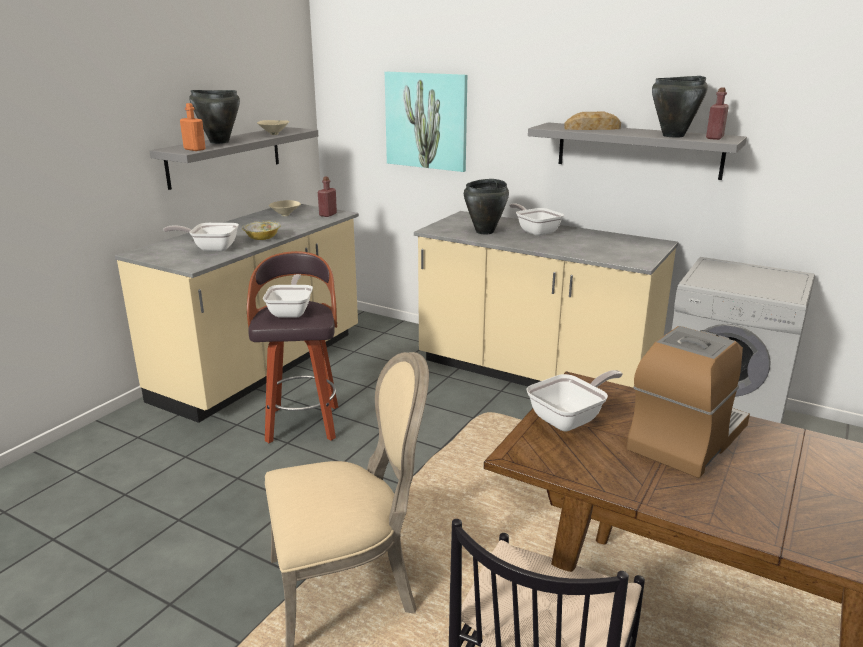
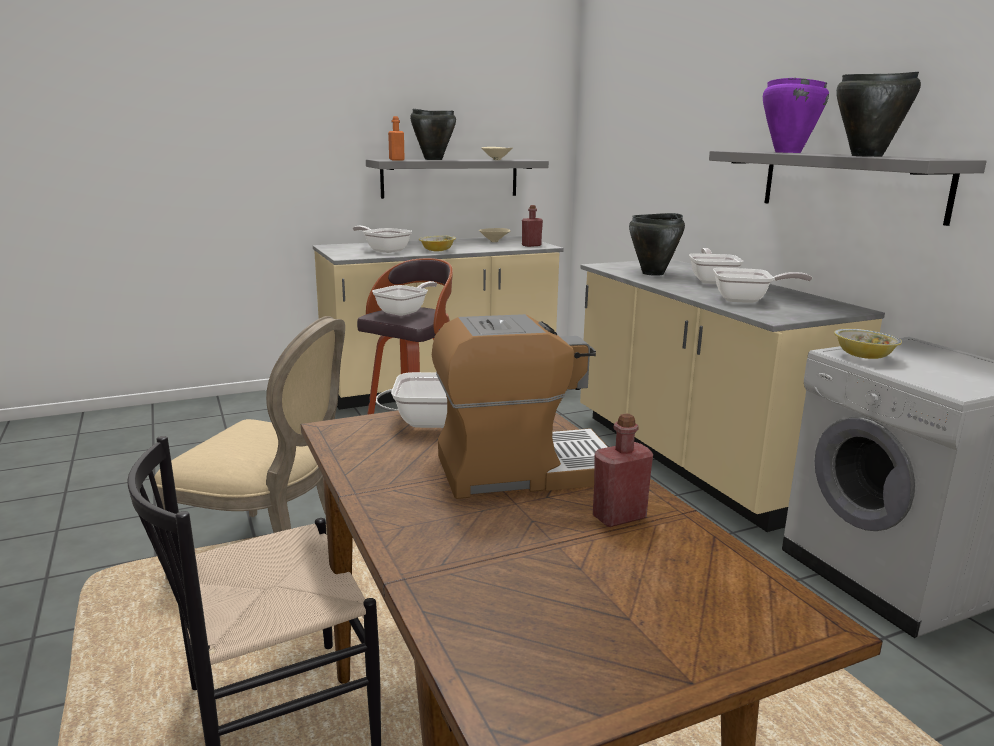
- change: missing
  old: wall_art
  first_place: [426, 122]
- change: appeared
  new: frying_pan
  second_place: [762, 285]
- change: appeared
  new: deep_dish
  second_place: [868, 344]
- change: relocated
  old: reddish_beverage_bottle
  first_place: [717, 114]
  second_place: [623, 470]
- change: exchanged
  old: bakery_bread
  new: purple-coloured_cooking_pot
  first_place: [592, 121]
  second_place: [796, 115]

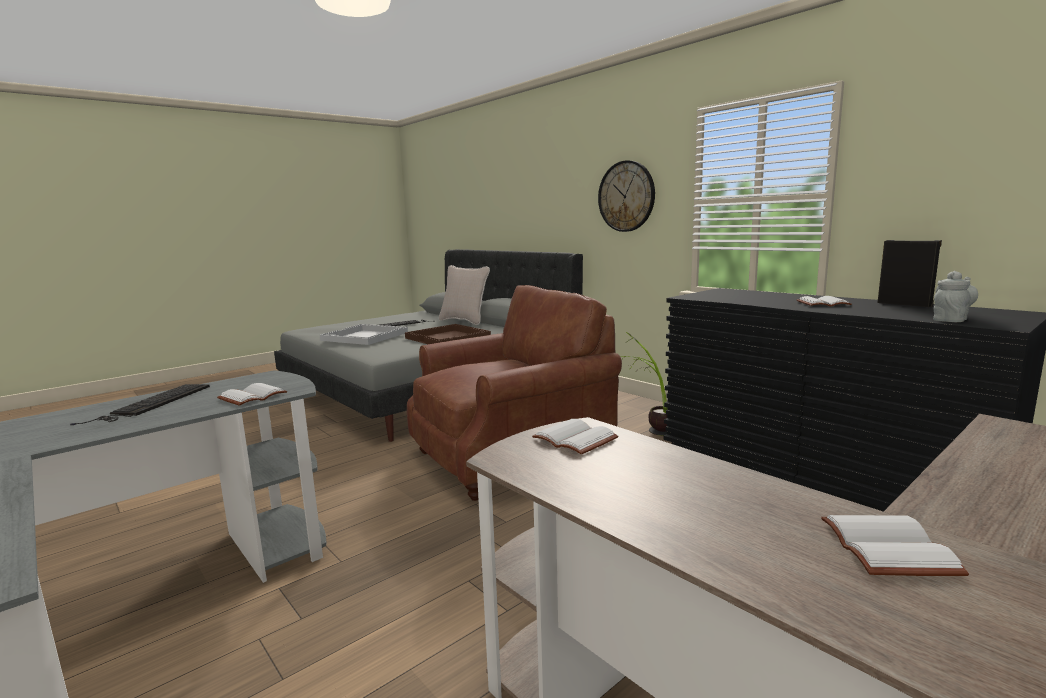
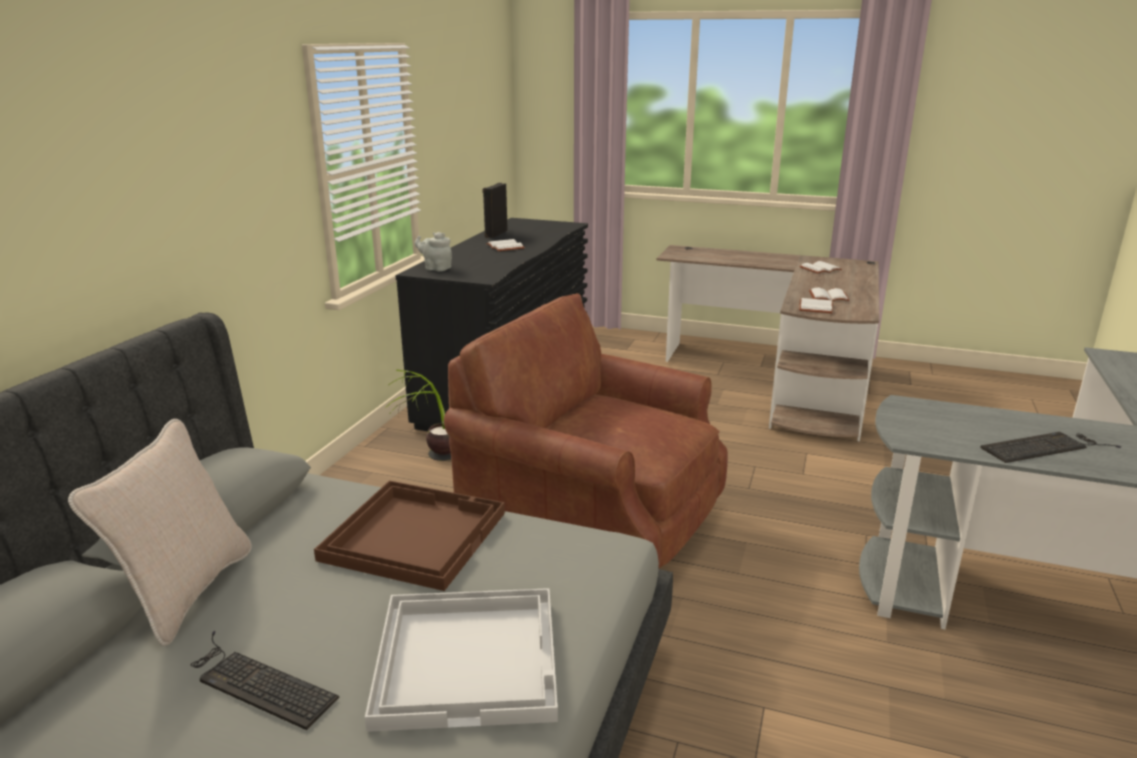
- change: missing
  old: wall_clock
  first_place: [626, 196]
- change: relocated
  old: white_book
  first_place: [252, 394]
  second_place: [829, 294]
- change: relocated
  old: greyish_tea_pot
  first_place: [955, 296]
  second_place: [433, 251]

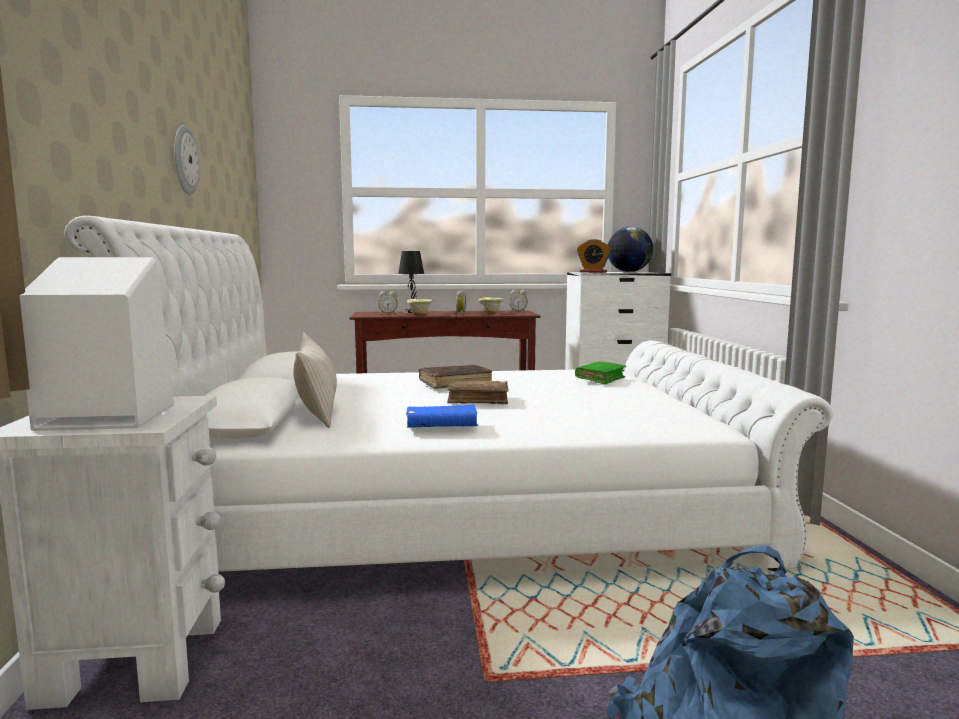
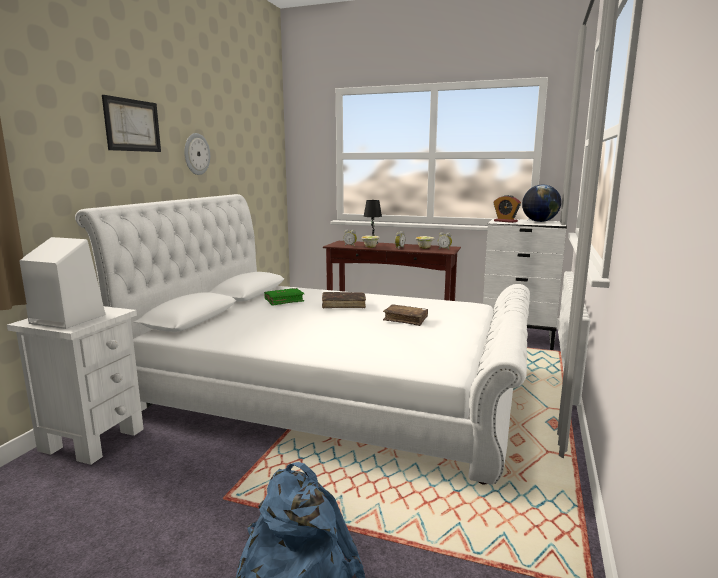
- change: missing
  old: beige-coloured_cushion
  first_place: [315, 380]
- change: missing
  old: bluish_book
  first_place: [442, 416]
- change: appeared
  new: wall_art
  second_place: [131, 123]
- change: relocated
  old: brownish_book
  first_place: [478, 392]
  second_place: [405, 315]
- change: relocated
  old: greenish_book
  first_place: [600, 373]
  second_place: [284, 297]

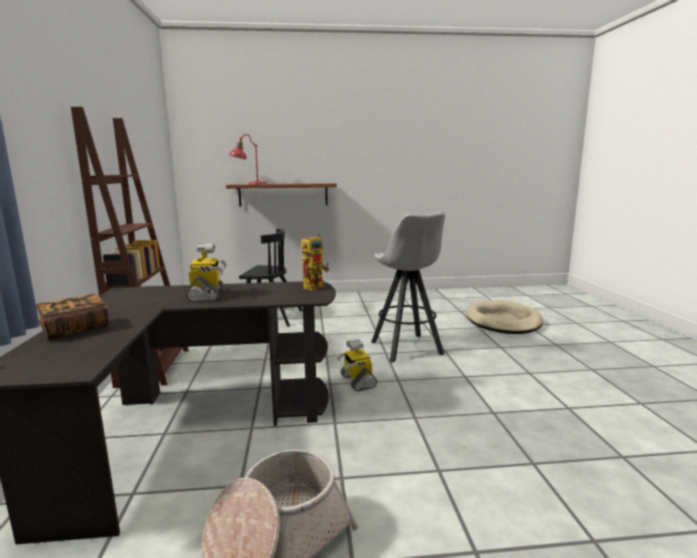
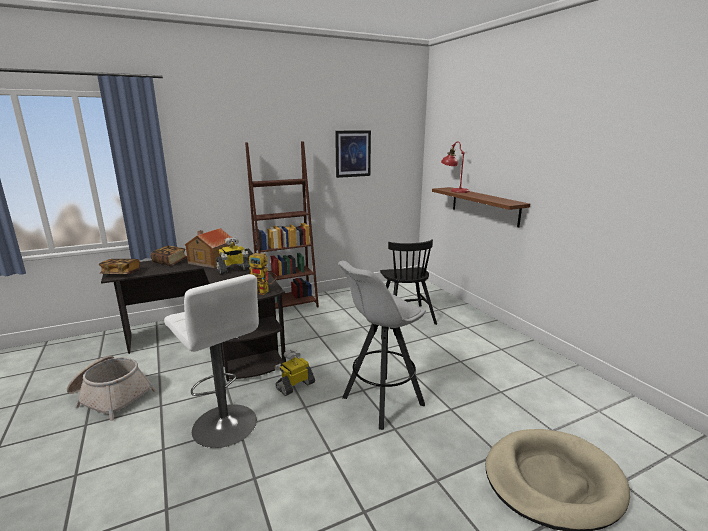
- change: appeared
  new: book
  second_place: [119, 266]
- change: appeared
  new: white_sitting_stool
  second_place: [211, 361]
- change: appeared
  new: toy_house
  second_place: [210, 248]
- change: appeared
  new: wall_art
  second_place: [353, 154]

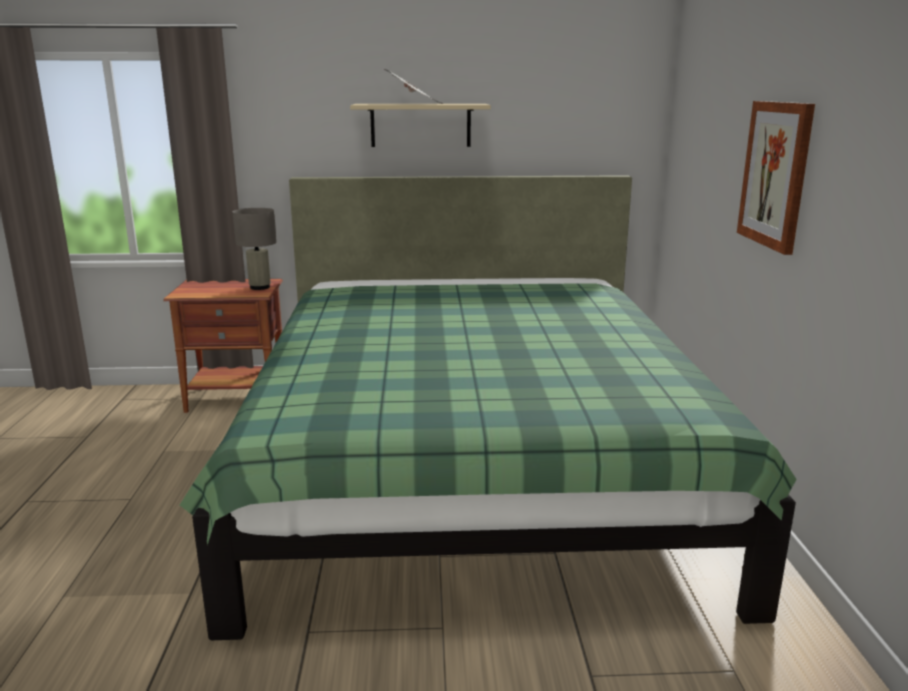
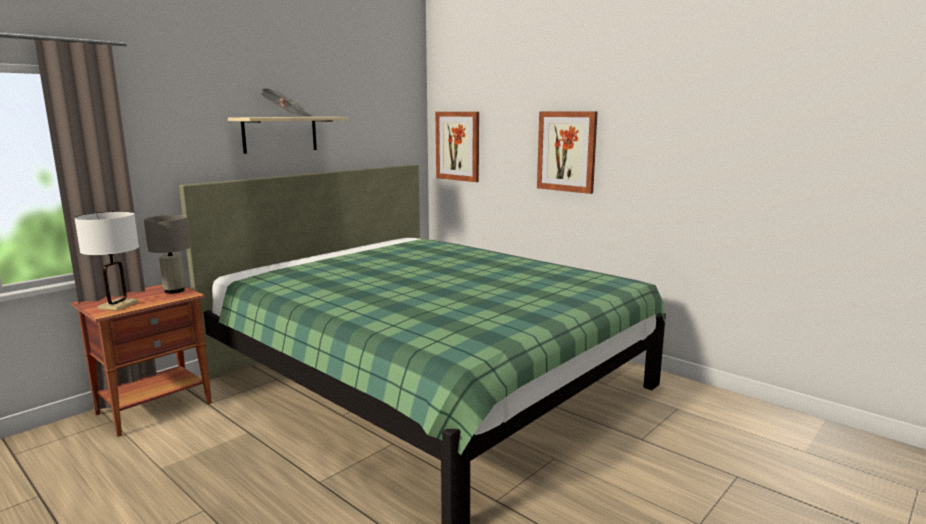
- change: appeared
  new: white_table_lamp
  second_place: [106, 261]
- change: appeared
  new: wall_art
  second_place: [457, 147]

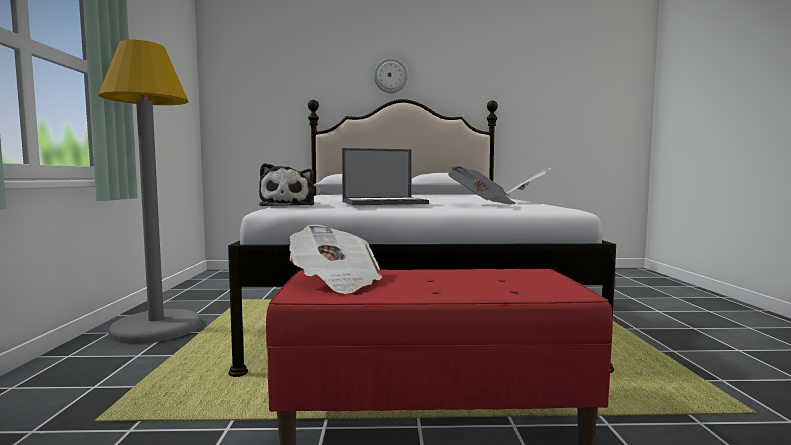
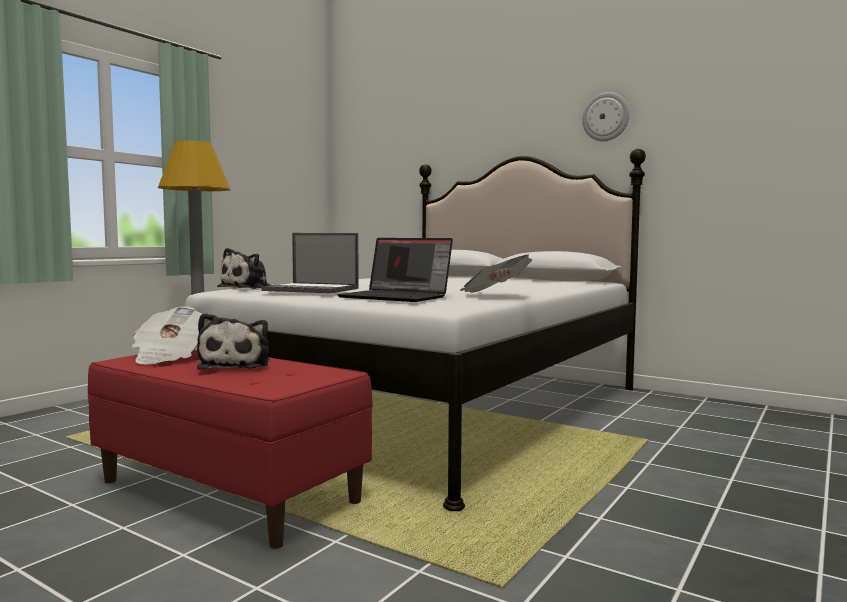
- change: appeared
  new: cuddly_toy
  second_place: [233, 341]
- change: relocated
  old: wall_clock
  first_place: [391, 75]
  second_place: [606, 116]
- change: exchanged
  old: printed_paper
  new: notebook_computer
  first_place: [482, 185]
  second_place: [395, 270]

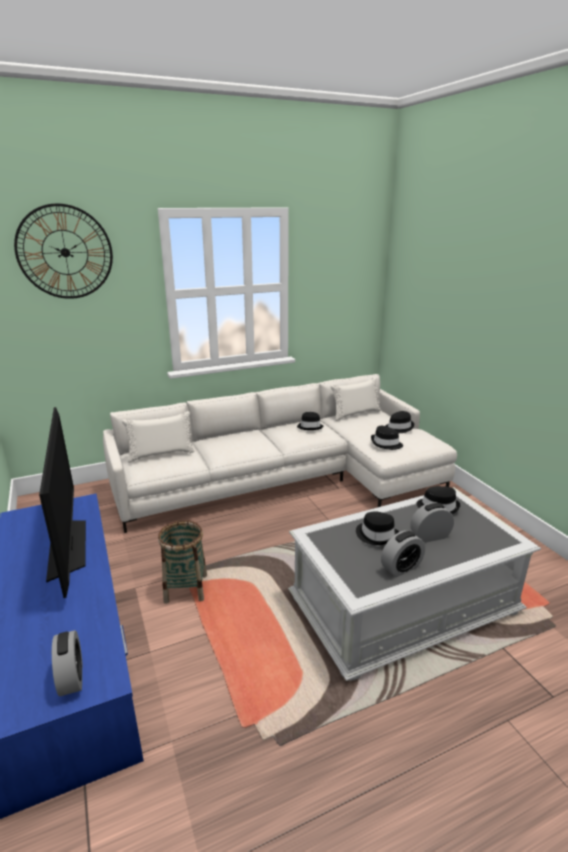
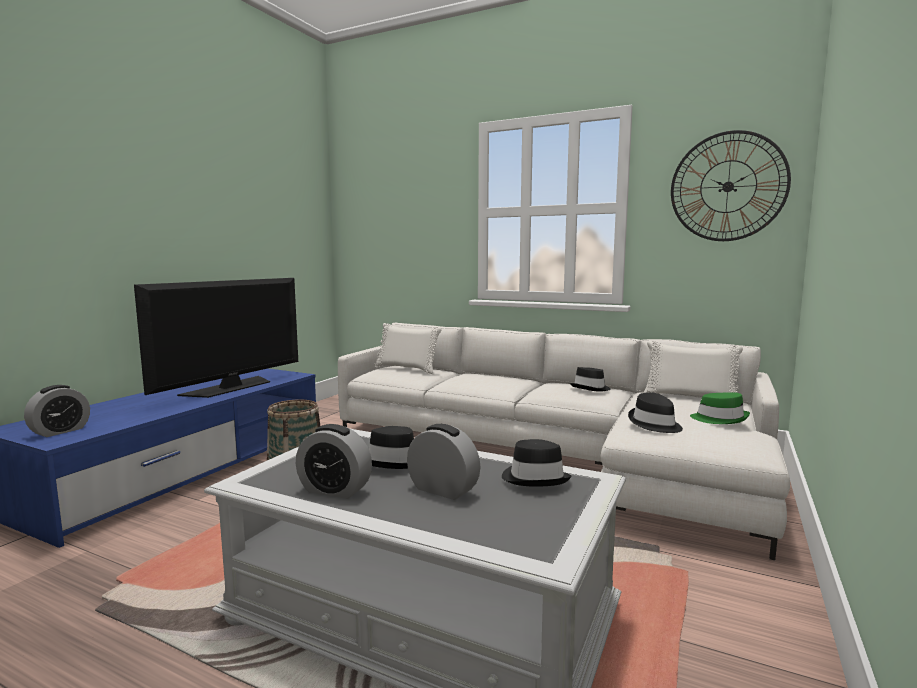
- change: relocated
  old: wall_clock
  first_place: [63, 251]
  second_place: [731, 185]
- change: colour
  old: black-coloured_hat
  new: greenish_hat
  first_place: [400, 422]
  second_place: [720, 408]

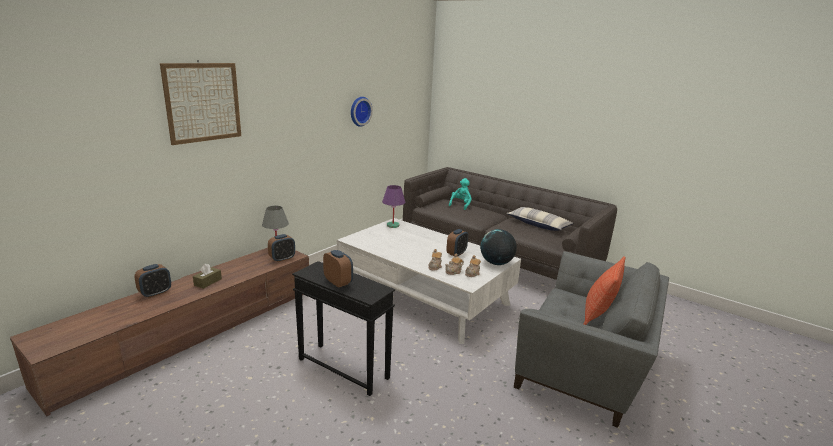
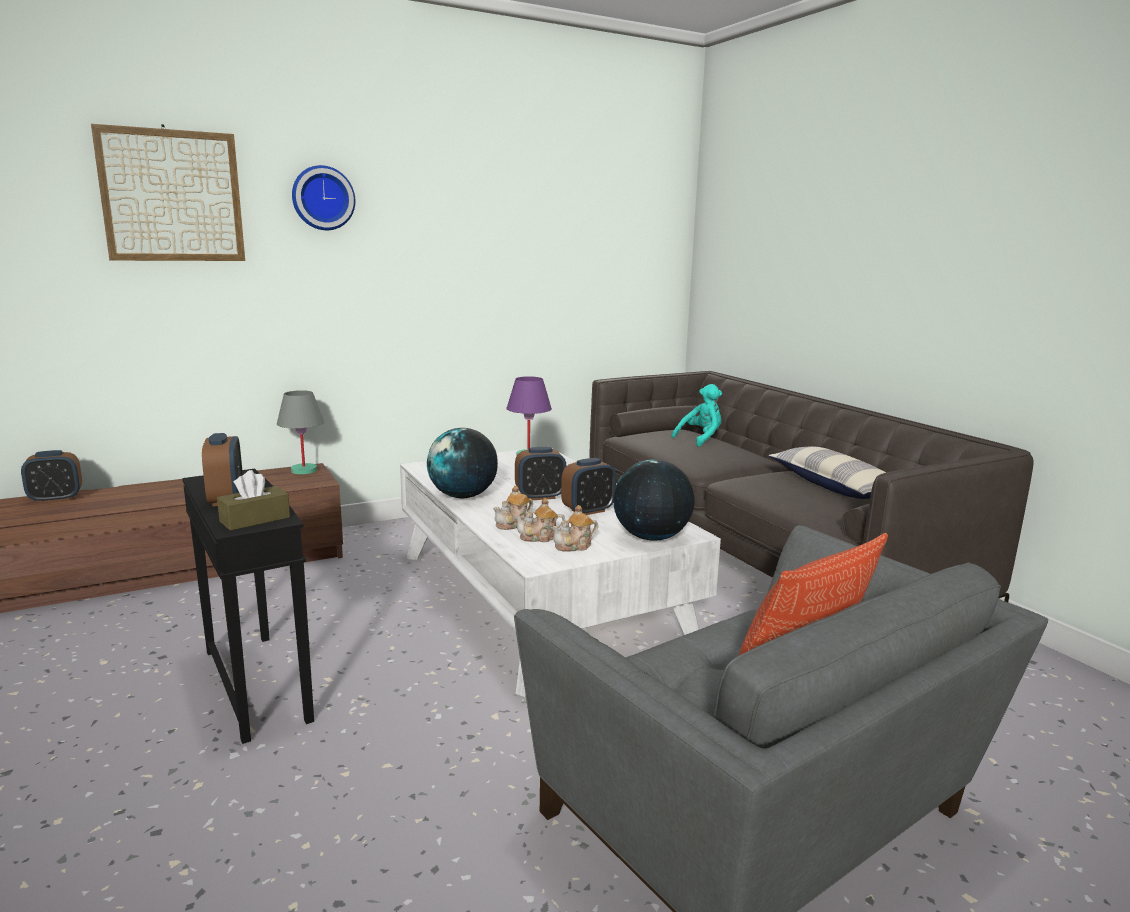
- change: appeared
  new: desk_globe
  second_place: [462, 463]
- change: relocated
  old: brownish_tissue_holder
  first_place: [207, 276]
  second_place: [253, 500]
- change: relocated
  old: bedside_clock
  first_place: [281, 248]
  second_place: [540, 473]
- change: relocated
  old: wall_clock
  first_place: [362, 112]
  second_place: [323, 197]

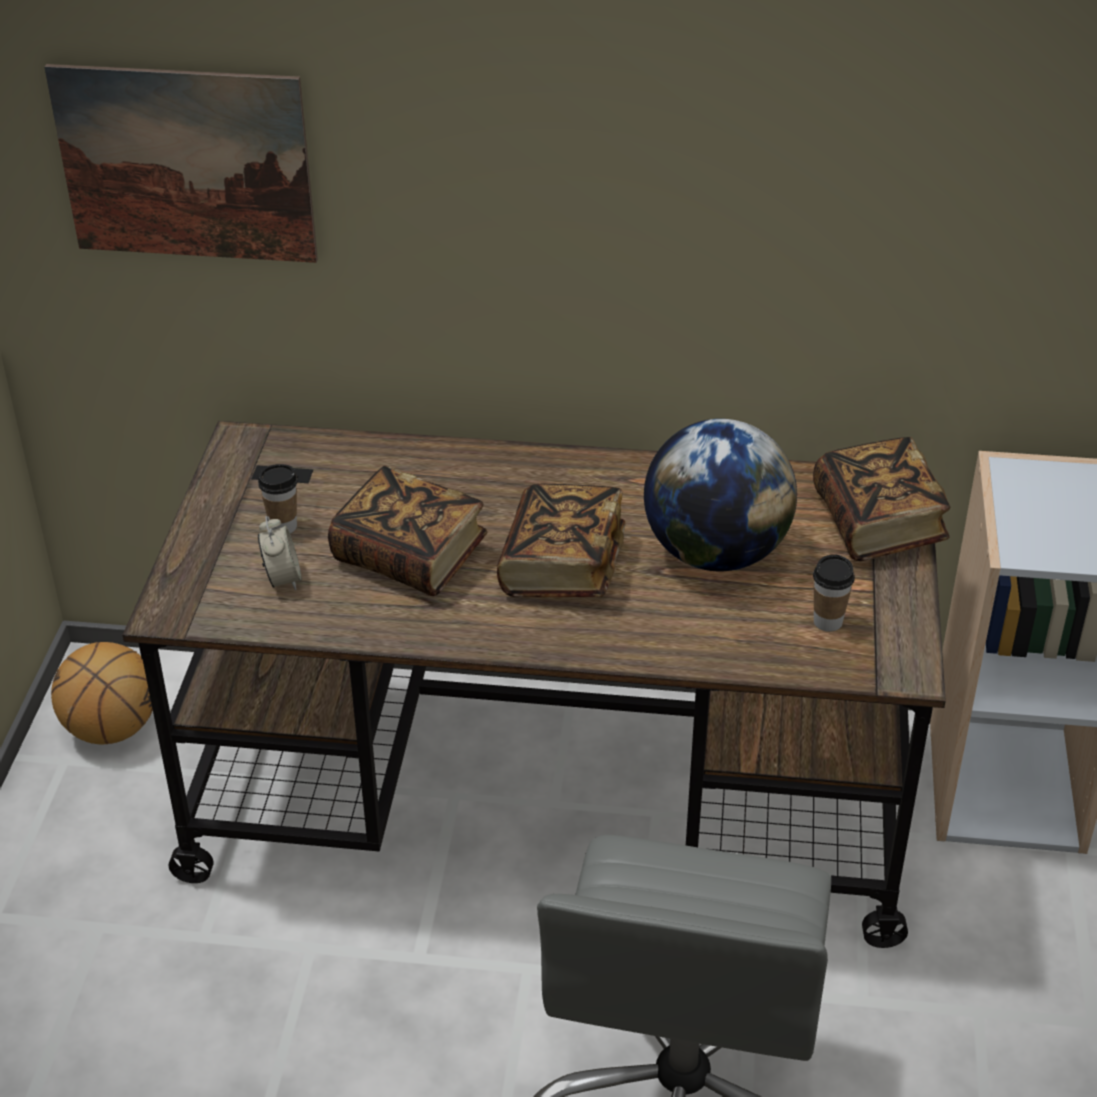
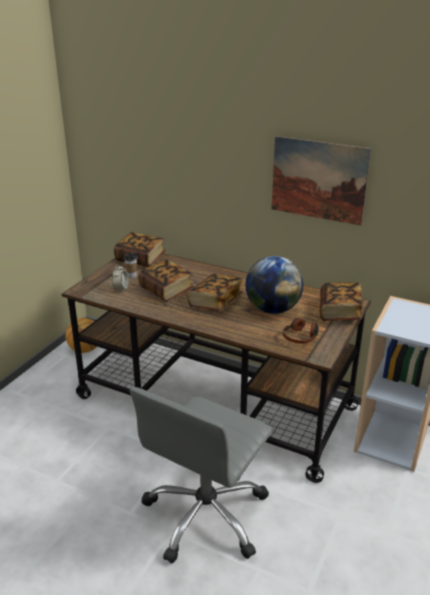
- change: appeared
  new: book
  second_place: [140, 249]
- change: relocated
  old: wall_art
  first_place: [181, 163]
  second_place: [322, 181]
- change: exchanged
  old: small_cup
  new: pair_of_headphones
  first_place: [834, 593]
  second_place: [301, 331]

